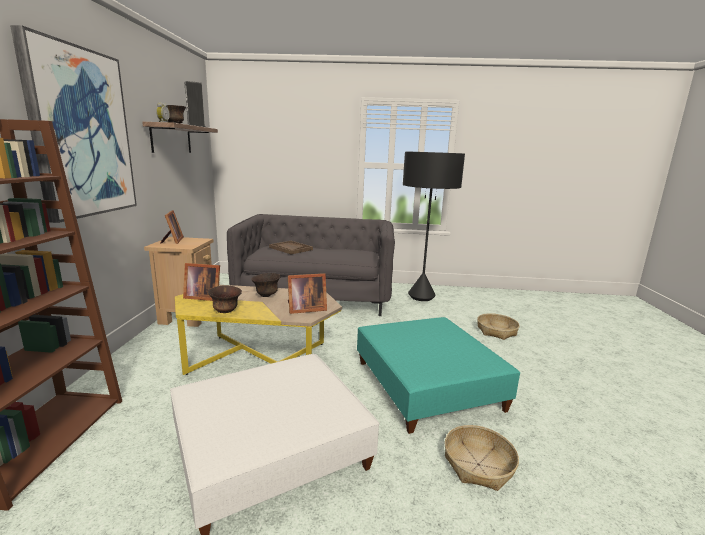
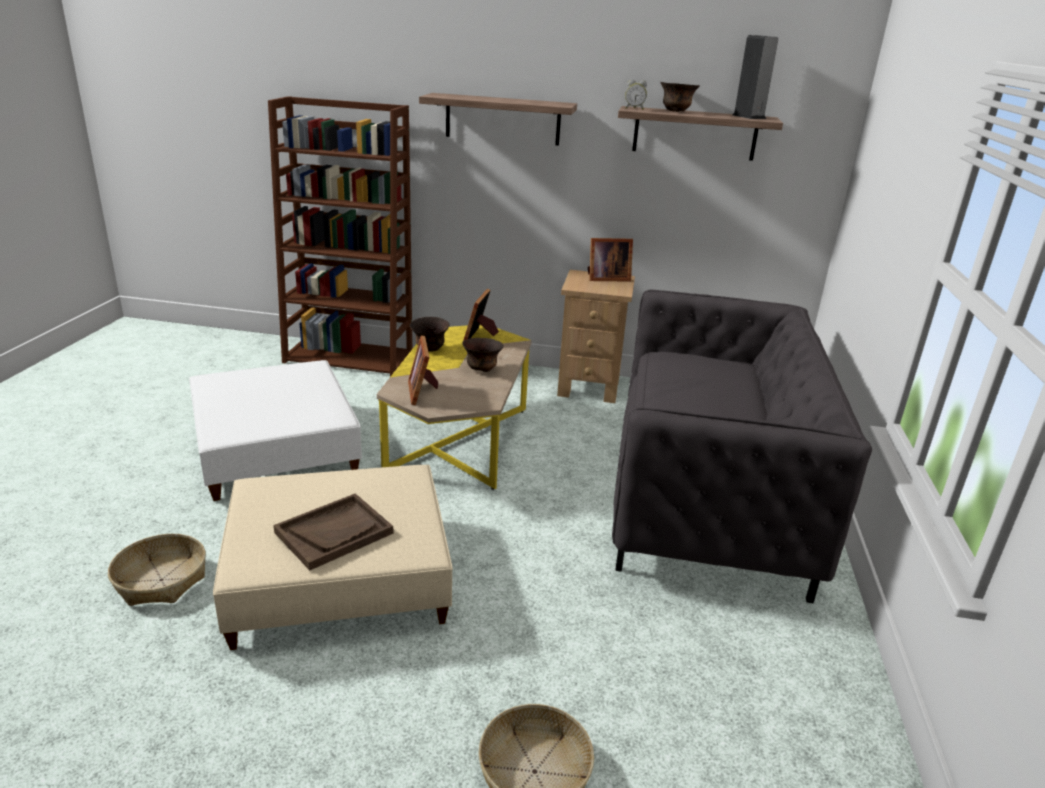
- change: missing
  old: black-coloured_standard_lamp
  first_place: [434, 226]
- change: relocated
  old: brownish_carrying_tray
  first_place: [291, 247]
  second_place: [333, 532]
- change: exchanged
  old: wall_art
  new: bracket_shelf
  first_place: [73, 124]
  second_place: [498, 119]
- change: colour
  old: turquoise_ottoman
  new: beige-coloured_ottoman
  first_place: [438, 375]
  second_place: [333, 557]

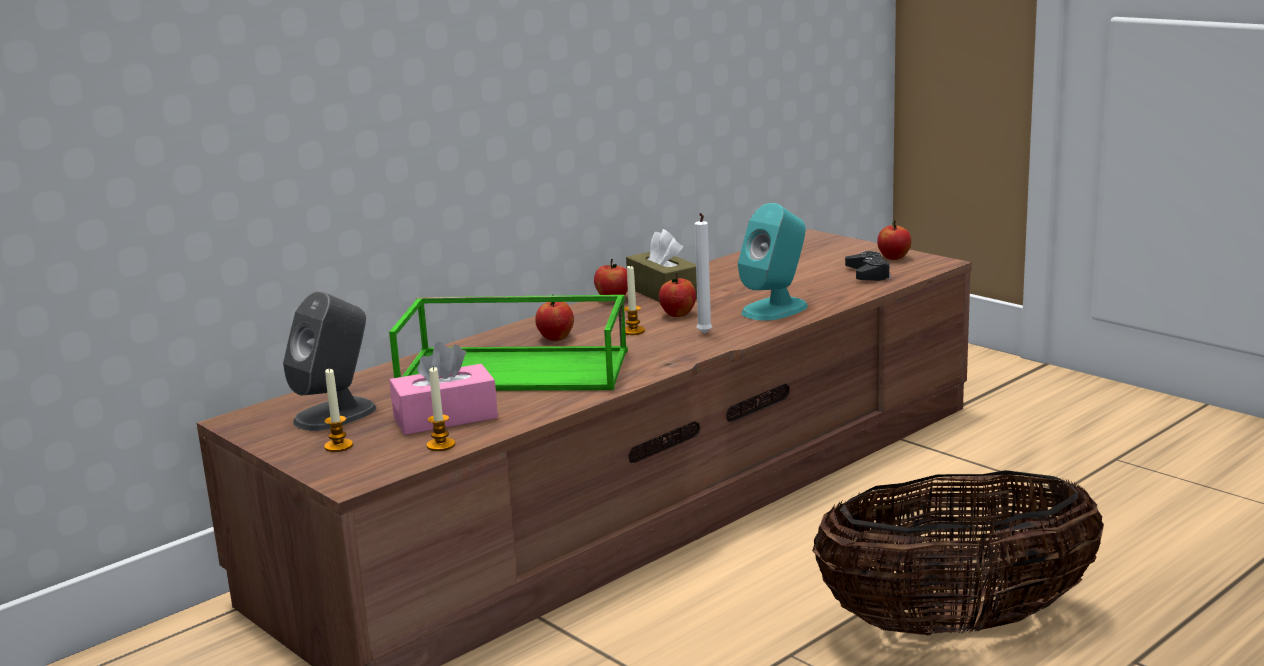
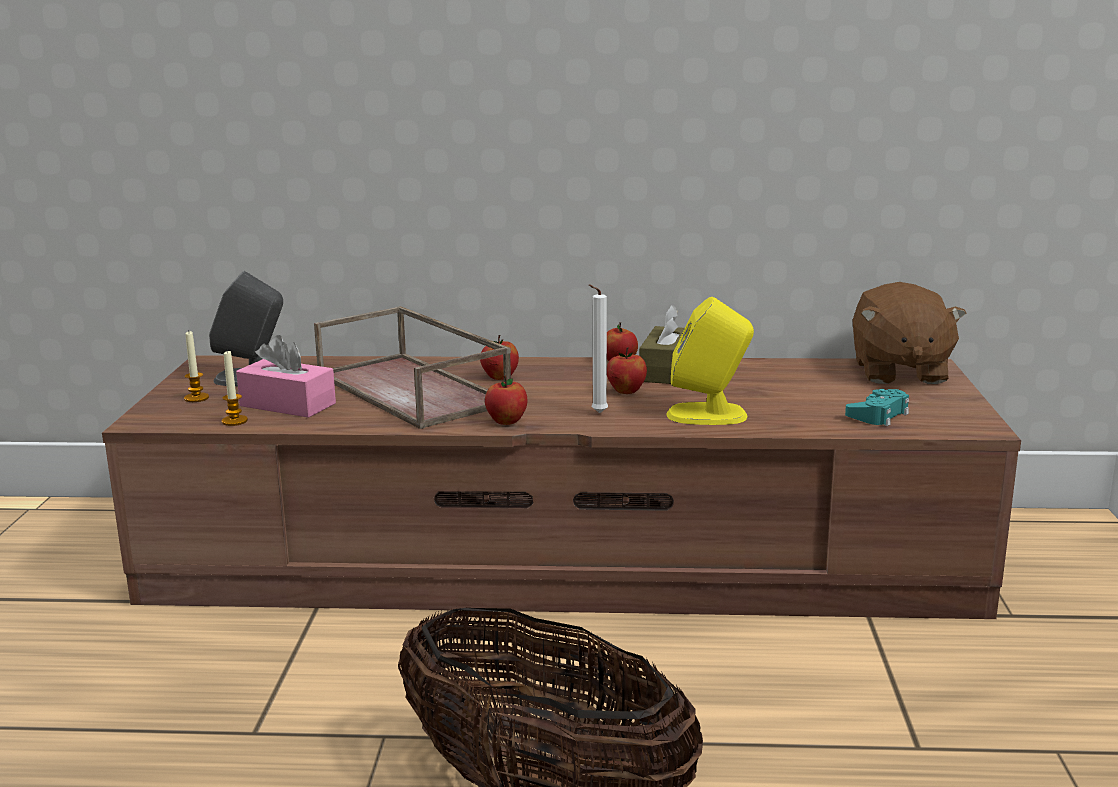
- change: missing
  old: candle
  first_place: [634, 300]
- change: appeared
  new: brownish_cuddly_toy
  second_place: [909, 333]
- change: relocated
  old: apple_fruit
  first_place: [894, 240]
  second_place: [506, 400]
- change: colour
  old: greenish_carrying_tray
  new: brownish_carrying_tray
  first_place: [508, 343]
  second_place: [412, 367]
- change: colour
  old: turquoise_loudspeaker
  new: yellow_loudspeaker
  first_place: [773, 262]
  second_place: [710, 361]
- change: colour
  old: black-coloured_game_controller
  new: turquoise_game_controller
  first_place: [868, 266]
  second_place: [877, 407]

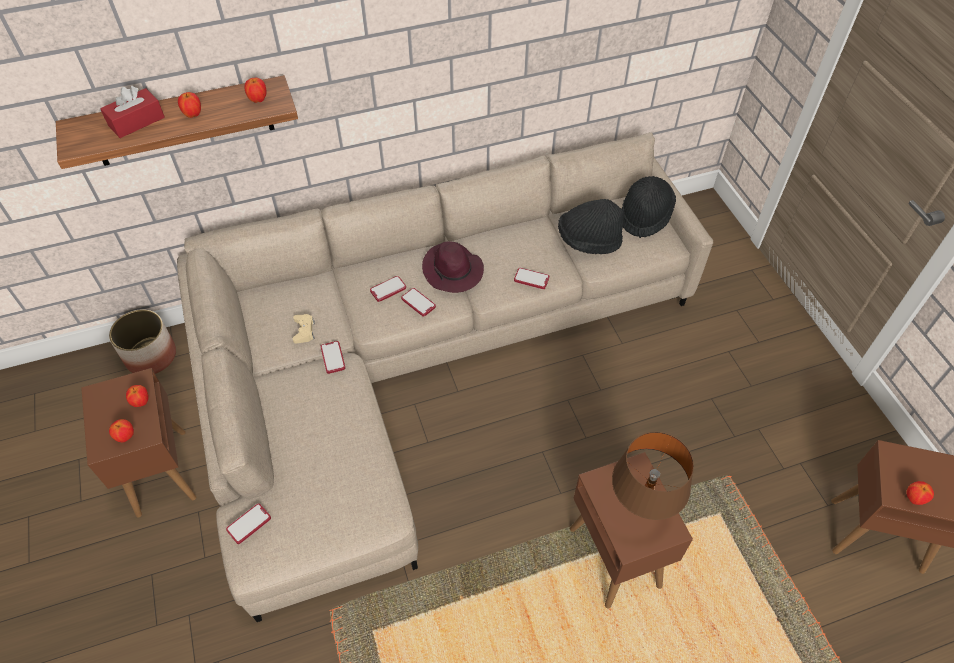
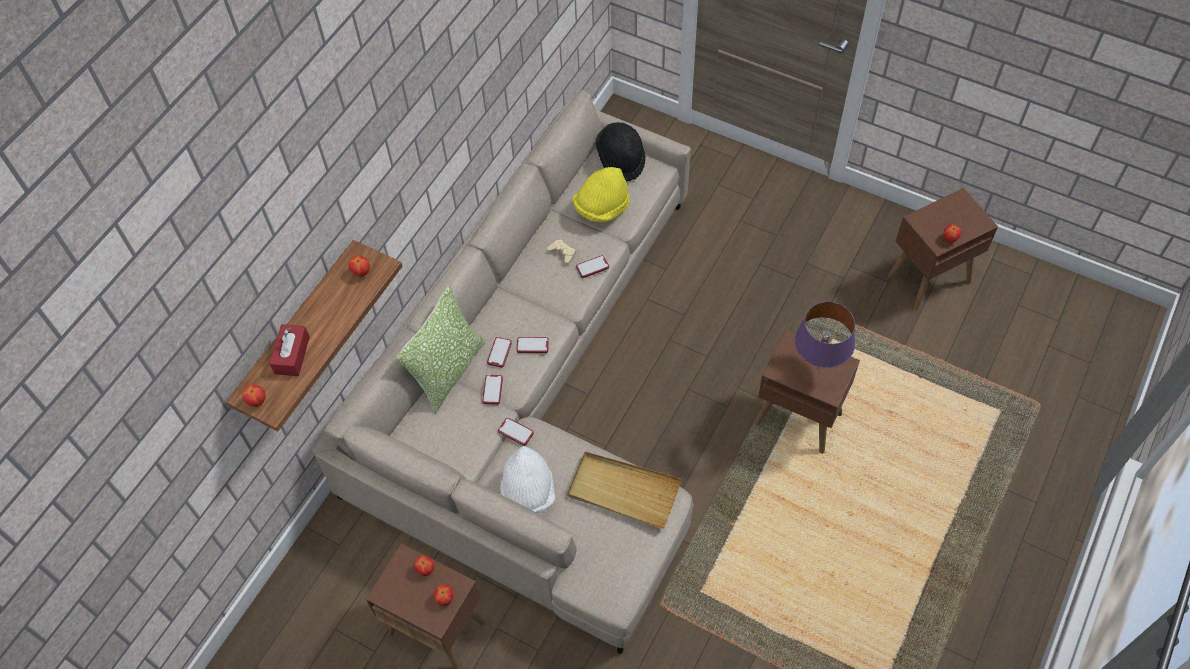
- change: missing
  old: flower_pot
  first_place: [142, 341]
- change: missing
  old: purple-coloured_hat
  first_place: [453, 267]
- change: appeared
  new: cushion
  second_place: [440, 350]
- change: appeared
  new: white_hat
  second_place: [528, 480]
- change: appeared
  new: beige-coloured_carrying_tray
  second_place: [624, 490]
- change: relocated
  old: apple_fruit
  first_place: [189, 105]
  second_place: [254, 396]
- change: relocated
  old: phone
  first_place: [248, 523]
  second_place: [492, 390]
- change: relocated
  old: beige-coloured_game_controller
  first_place: [303, 329]
  second_place: [561, 252]
- change: colour
  old: black-coloured_hat
  new: yellow_hat
  first_place: [591, 226]
  second_place: [601, 194]
- change: colour
  old: brownish_table_lamp
  new: purple-coloured_table_lamp
  first_place: [653, 476]
  second_place: [825, 335]

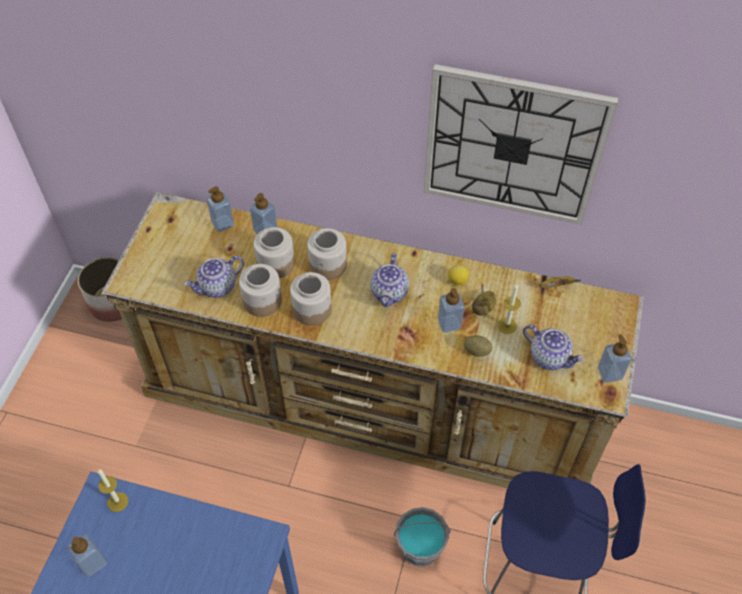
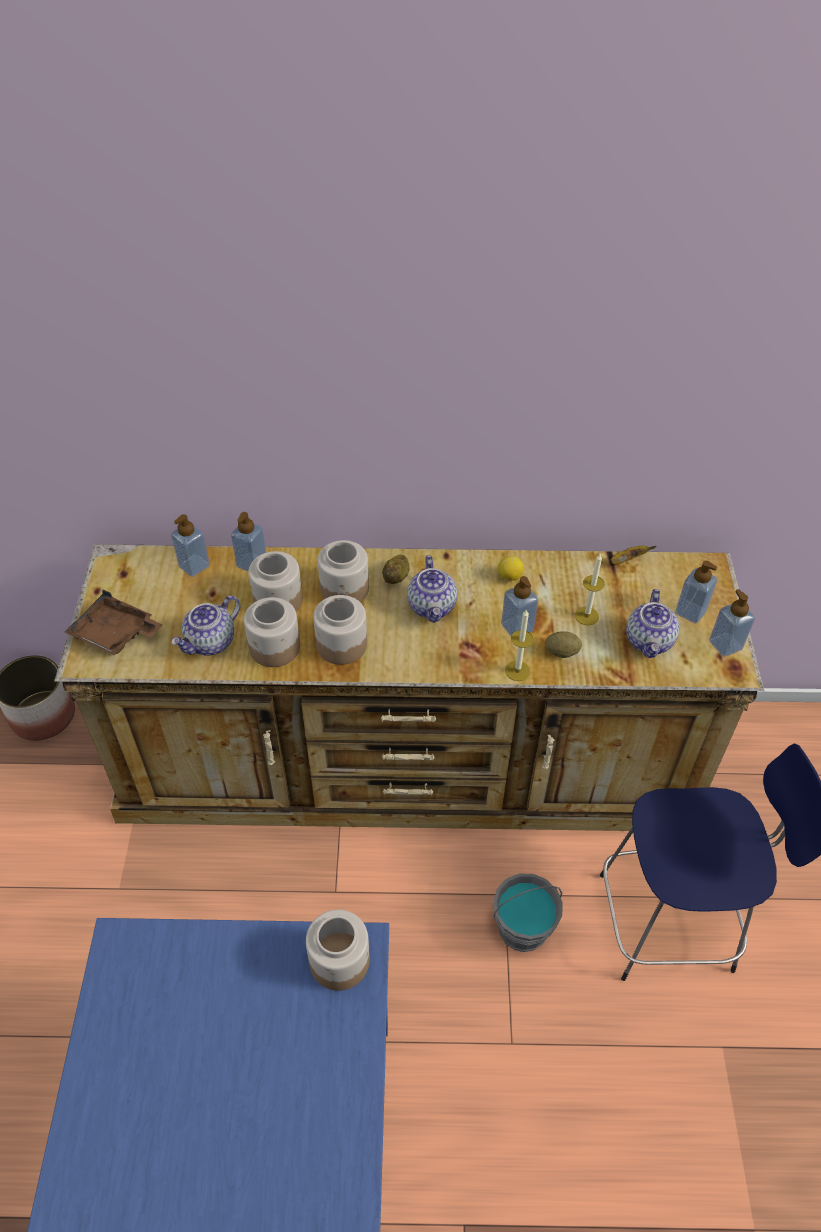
- change: missing
  old: wall_clock
  first_place: [521, 144]
- change: appeared
  new: brownish_carrying_tray
  second_place: [114, 622]
- change: appeared
  new: storage_jar
  second_place: [338, 950]
- change: relocated
  old: soap_bottle
  first_place: [87, 555]
  second_place: [696, 592]
- change: relocated
  old: candle
  first_place: [113, 490]
  second_place: [519, 645]
- change: relocated
  old: potato
  first_place: [484, 303]
  second_place: [396, 569]
- change: spun
  old: tea_pot
  first_place: [553, 347]
  second_place: [652, 623]
  degrees: 75

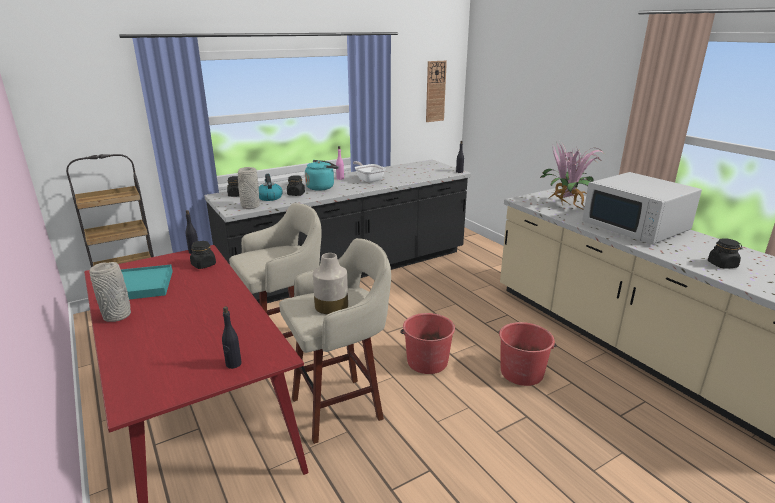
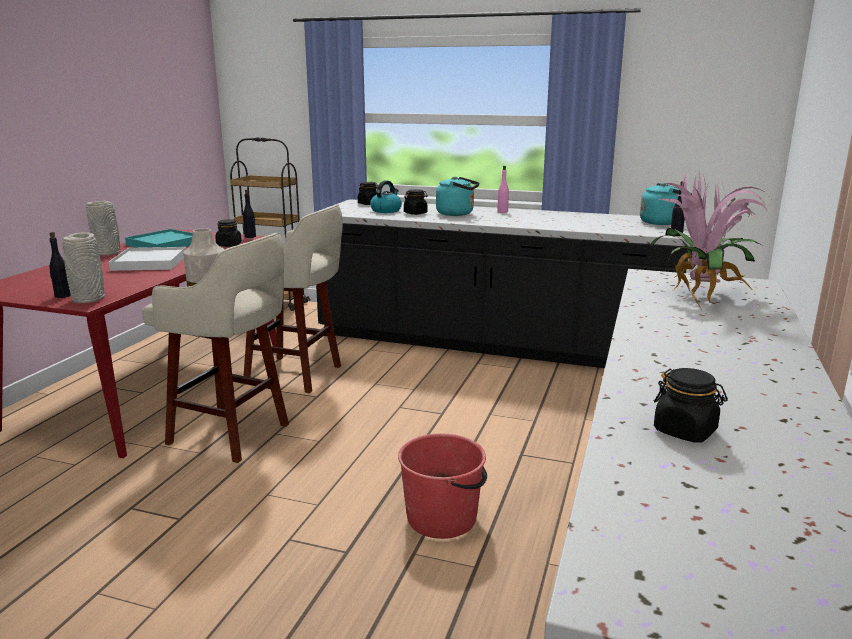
- change: missing
  old: frying_pan
  first_place: [369, 172]
- change: missing
  old: reddish_bucket
  first_place: [427, 343]
- change: missing
  old: wall_clock
  first_place: [436, 91]
- change: missing
  old: white_kitchen_microwave
  first_place: [642, 208]
- change: appeared
  new: white_carrying_tray
  second_place: [147, 259]
- change: appeared
  new: turquoise_tea_kettle
  second_place: [666, 204]
- change: relocated
  old: greyish_vase
  first_place: [249, 188]
  second_place: [83, 267]

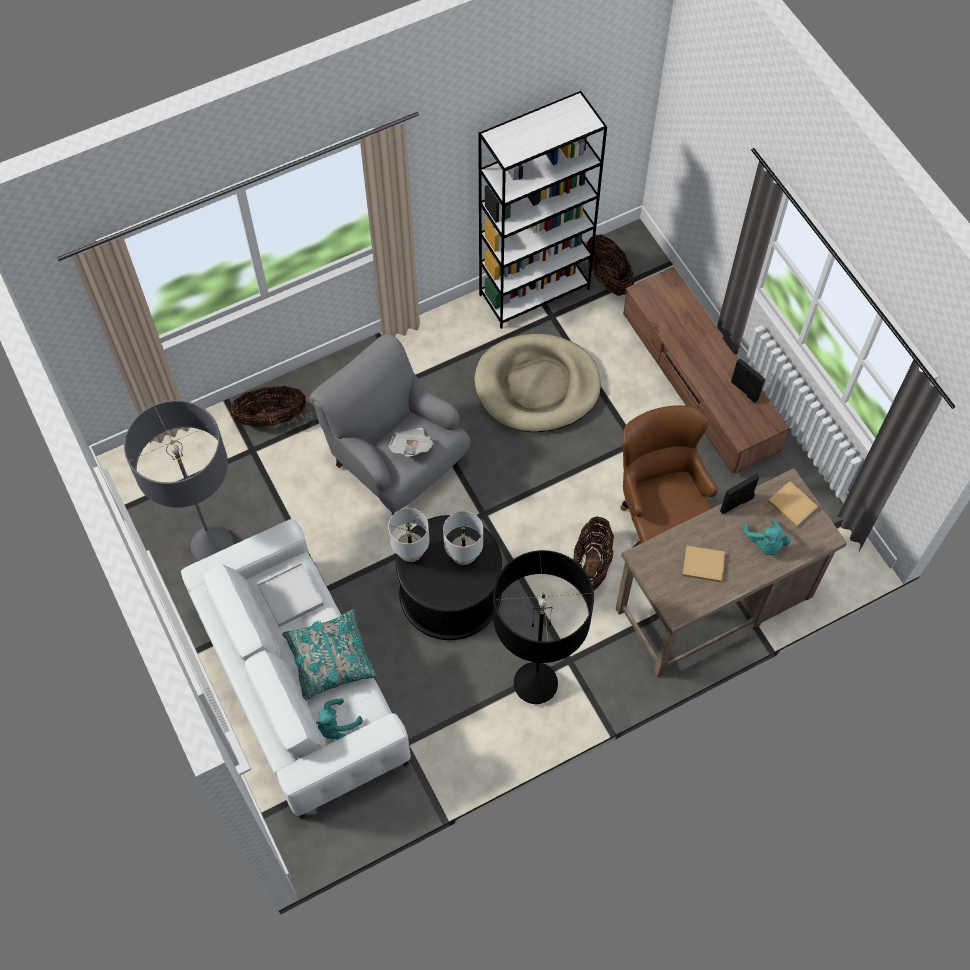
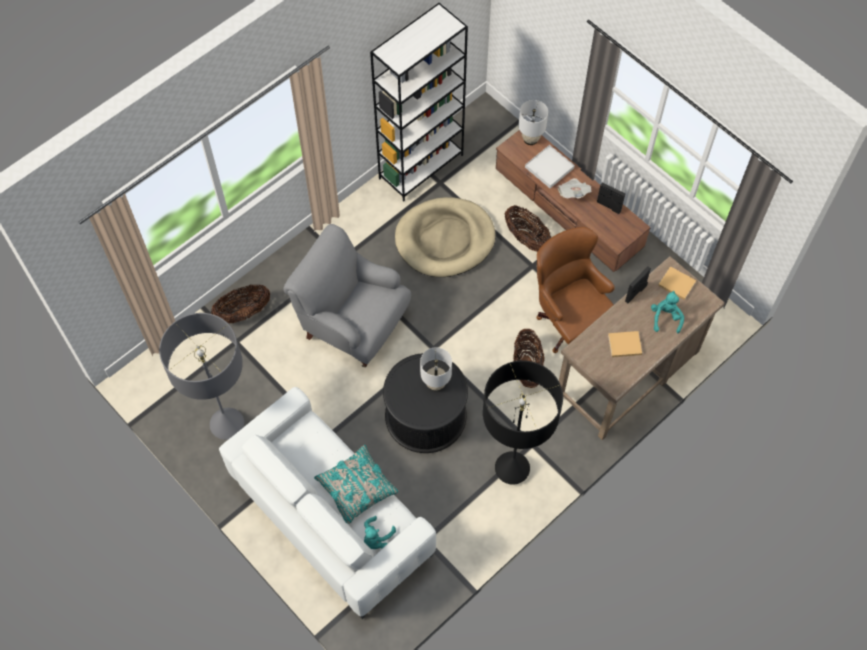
- change: relocated
  old: white_carrying_tray
  first_place: [291, 595]
  second_place: [550, 166]
- change: relocated
  old: printed_paper
  first_place: [411, 442]
  second_place: [574, 188]
- change: relocated
  old: white_table_lamp
  first_place: [409, 535]
  second_place: [533, 122]
- change: relocated
  old: household_basket
  first_place: [610, 265]
  second_place: [527, 228]
- change: spun
  old: turquoise_cuddly_toy
  first_place: [767, 536]
  second_place: [667, 312]
  degrees: -150

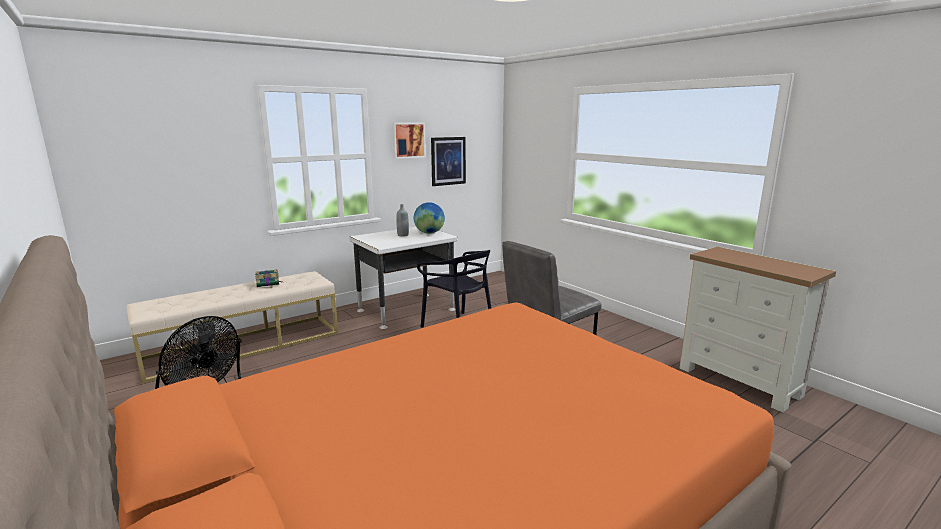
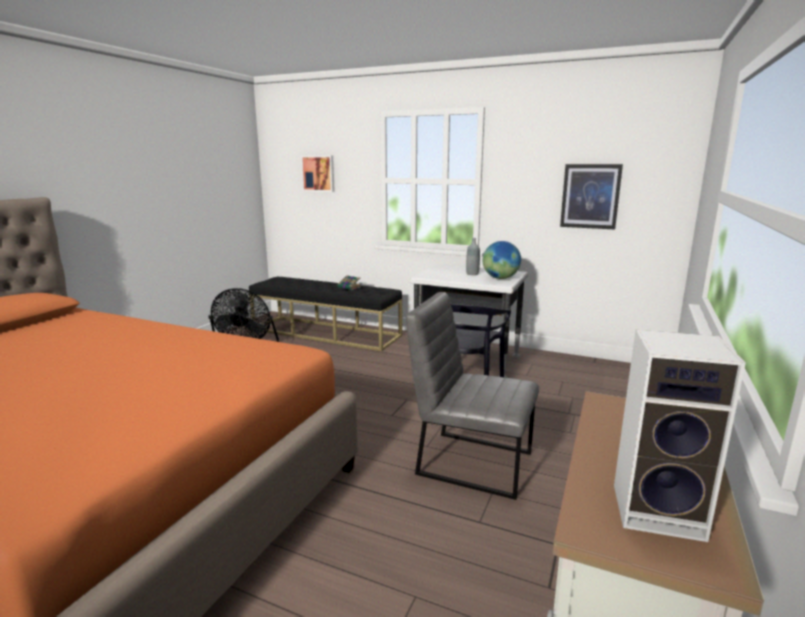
- change: appeared
  new: loudspeaker
  second_place: [680, 436]
- change: relocated
  old: wall_art
  first_place: [409, 141]
  second_place: [318, 173]
- change: colour
  old: beige-coloured_long_seat
  new: black-coloured_long_seat
  first_place: [232, 327]
  second_place: [325, 314]

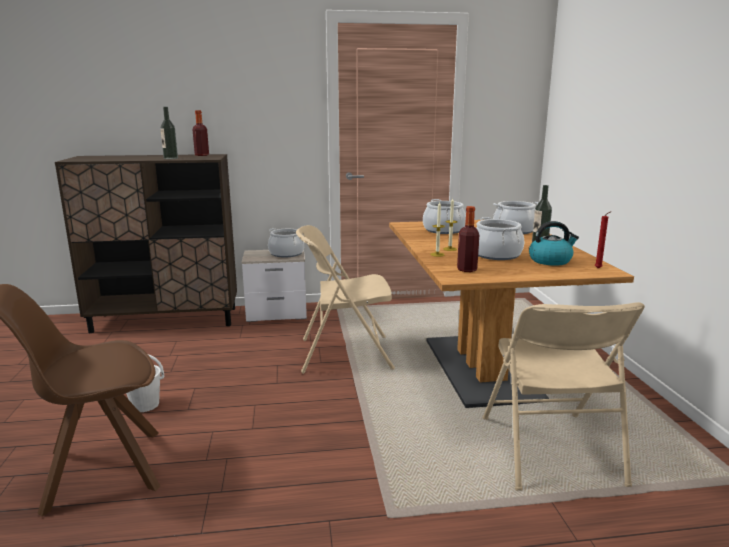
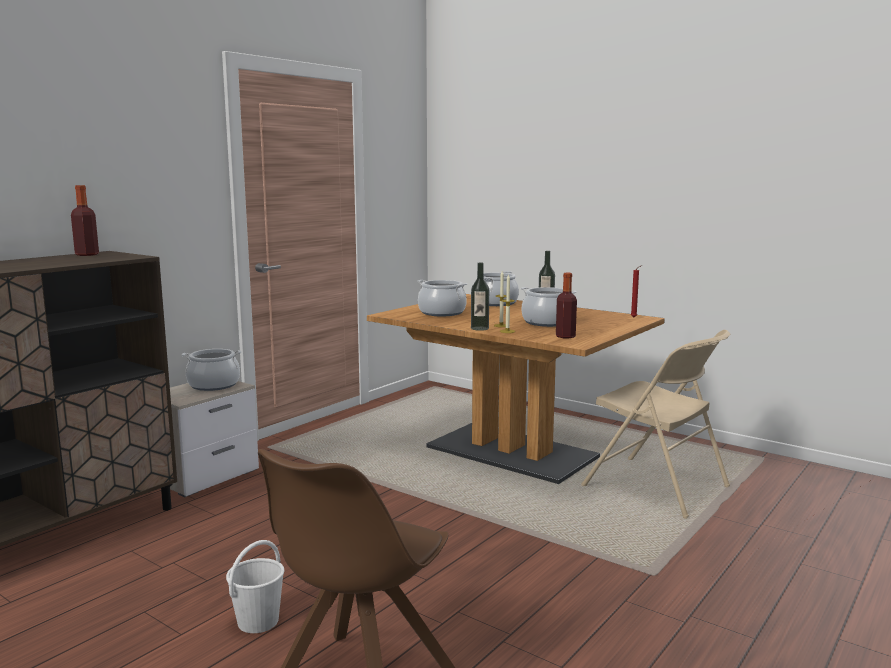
- change: missing
  old: beige-coloured_upright_chair
  first_place: [345, 299]
- change: missing
  old: tea_kettle
  first_place: [554, 243]
- change: relocated
  old: beverage_bottle
  first_place: [169, 133]
  second_place: [480, 296]

